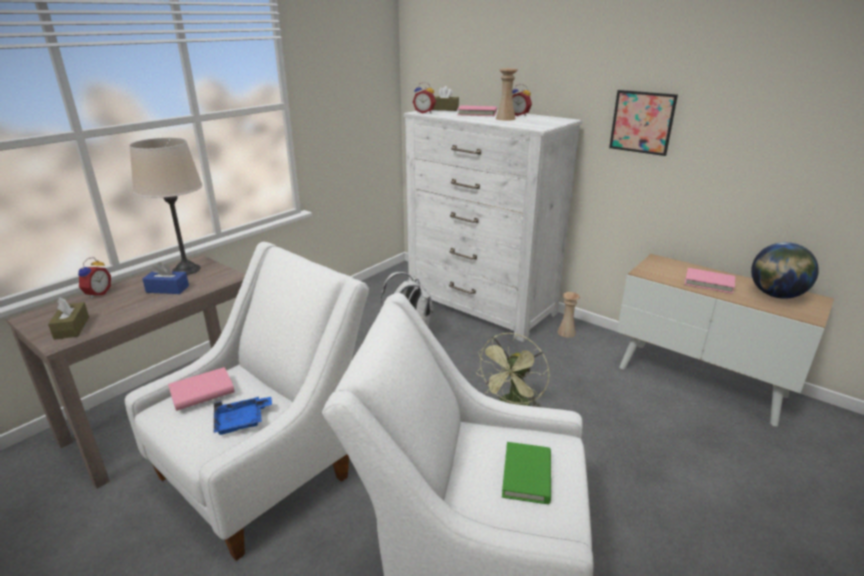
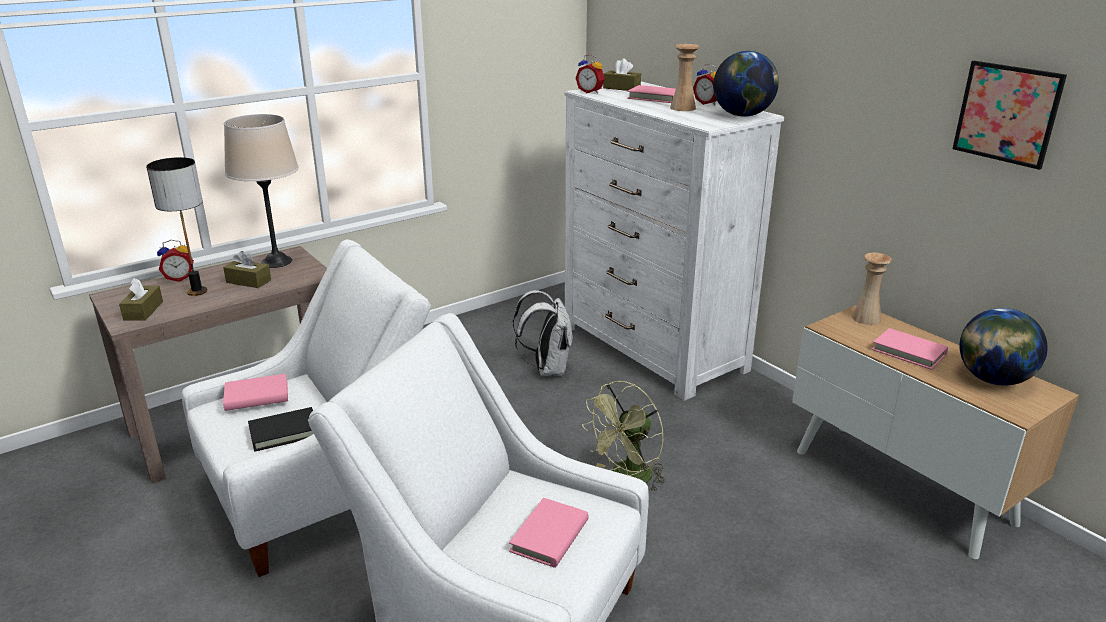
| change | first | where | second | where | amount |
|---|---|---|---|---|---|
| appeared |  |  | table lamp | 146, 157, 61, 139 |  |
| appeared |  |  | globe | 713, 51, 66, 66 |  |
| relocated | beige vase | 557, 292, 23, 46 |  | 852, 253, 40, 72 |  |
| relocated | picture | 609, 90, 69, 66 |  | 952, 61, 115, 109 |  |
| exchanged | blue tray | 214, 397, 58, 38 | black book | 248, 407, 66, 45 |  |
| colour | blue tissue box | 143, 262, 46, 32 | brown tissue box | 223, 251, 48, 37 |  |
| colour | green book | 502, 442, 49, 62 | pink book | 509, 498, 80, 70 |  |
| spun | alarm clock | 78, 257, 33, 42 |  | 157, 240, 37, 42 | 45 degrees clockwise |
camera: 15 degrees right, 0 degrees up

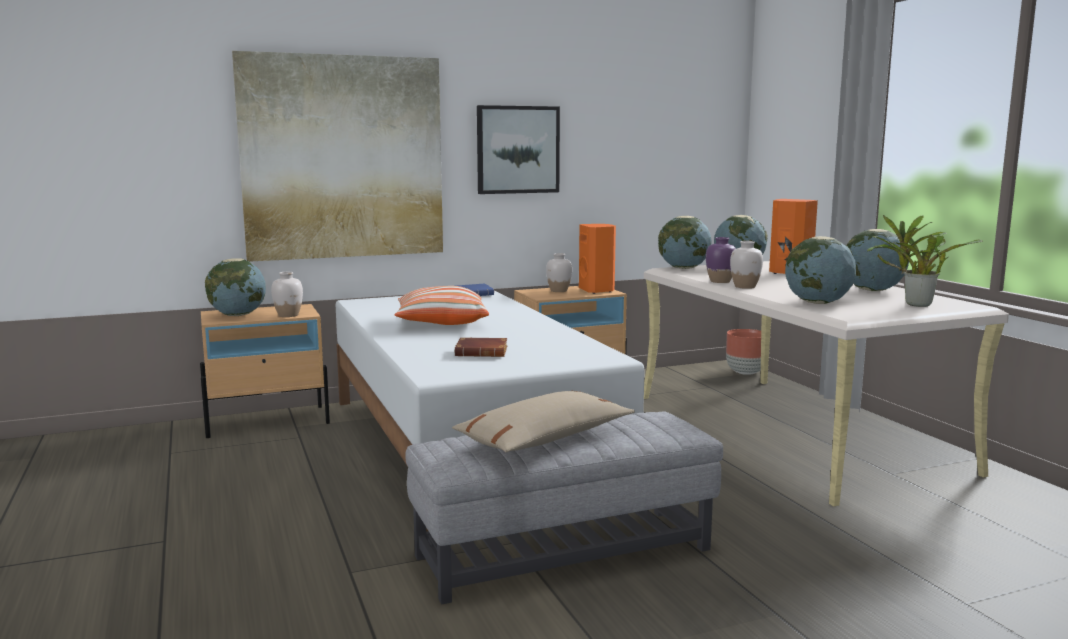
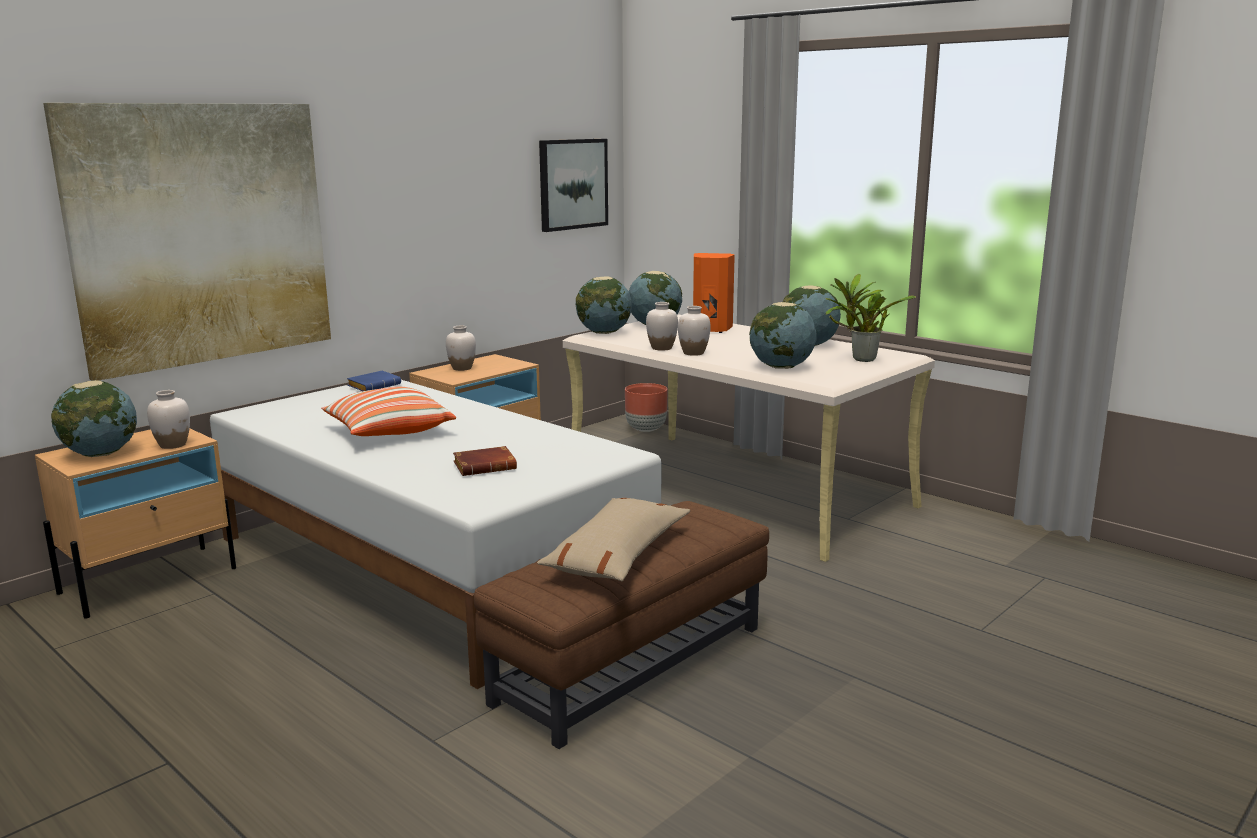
| change | first | where | second | where | amount |
|---|---|---|---|---|---|
| missing | orange speaker | 579, 224, 37, 70 |  |  |  |
| relocated | picture | 477, 105, 83, 89 |  | 539, 139, 69, 93 |  |
| colour | grey ottoman | 405, 412, 318, 193 | brown ottoman | 474, 501, 295, 248 |  |
| colour | purple vase | 706, 237, 30, 46 | white vase | 646, 302, 32, 49 |  |
camera: 25 degrees left, 5 degrees up

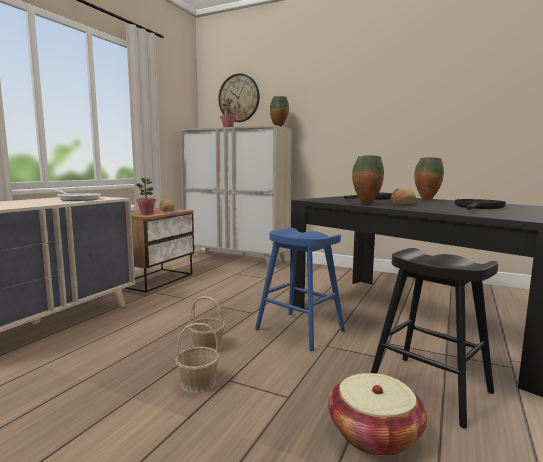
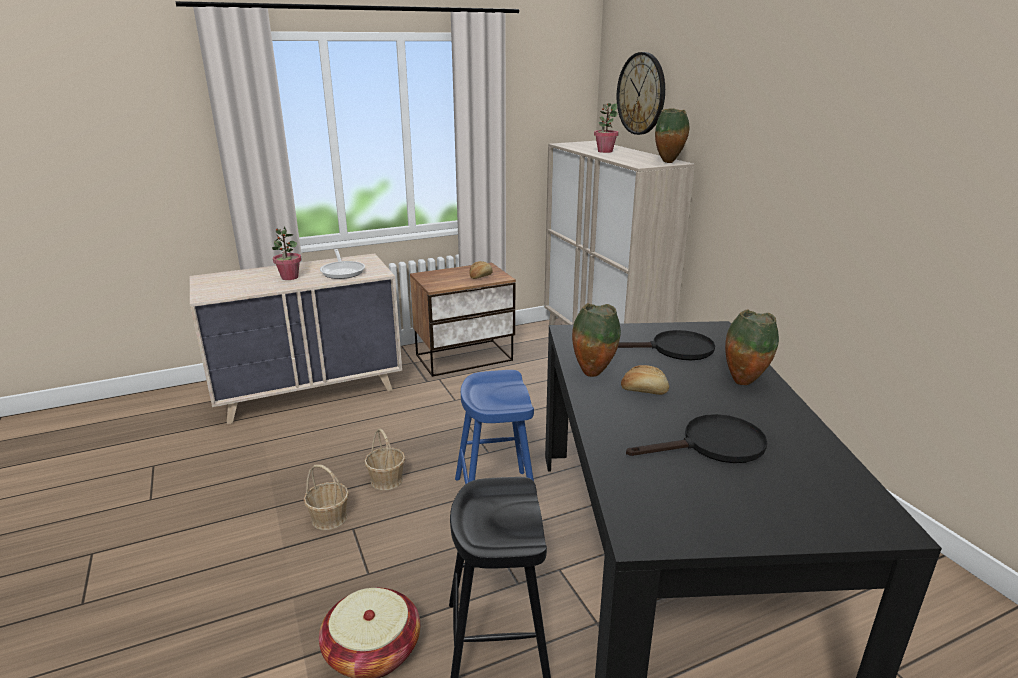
| change | first | where | second | where | amount |
|---|---|---|---|---|---|
| relocated | potted plant | 136, 178, 20, 37 |  | 272, 226, 30, 54 |  |
camera: 40 degrees right, 15 degrees up

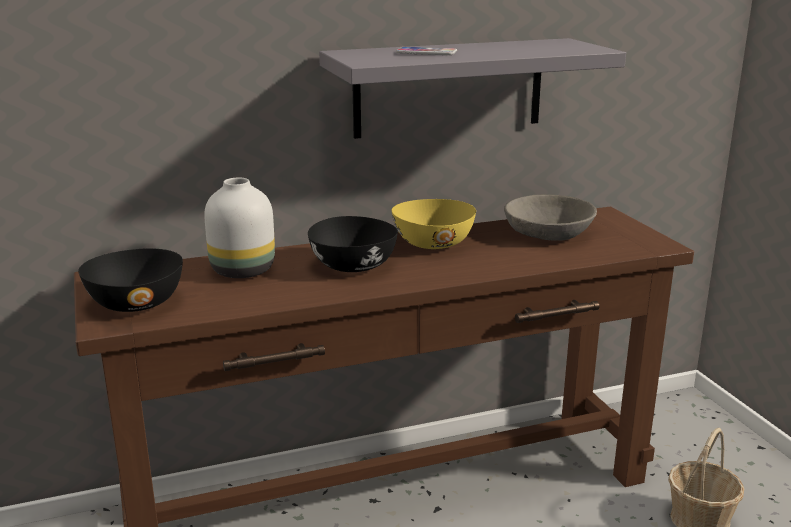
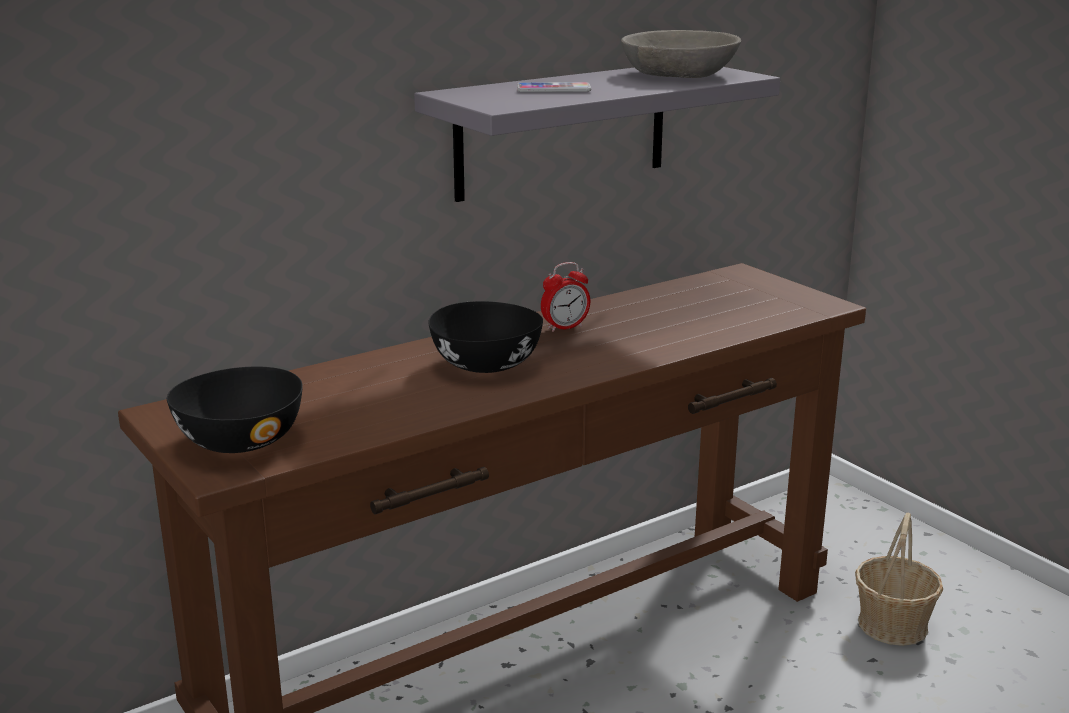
| change | first | where | second | where | amount |
|---|---|---|---|---|---|
| missing | white vase | 204, 178, 71, 100 |  |  |  |
| relocated | grey bowl | 504, 194, 93, 47 |  | 621, 30, 120, 48 |  |
| exchanged | yellow bowl | 391, 199, 85, 50 | alarm clock | 541, 262, 49, 70 |  |
camera: 15 degrees left, 0 degrees up

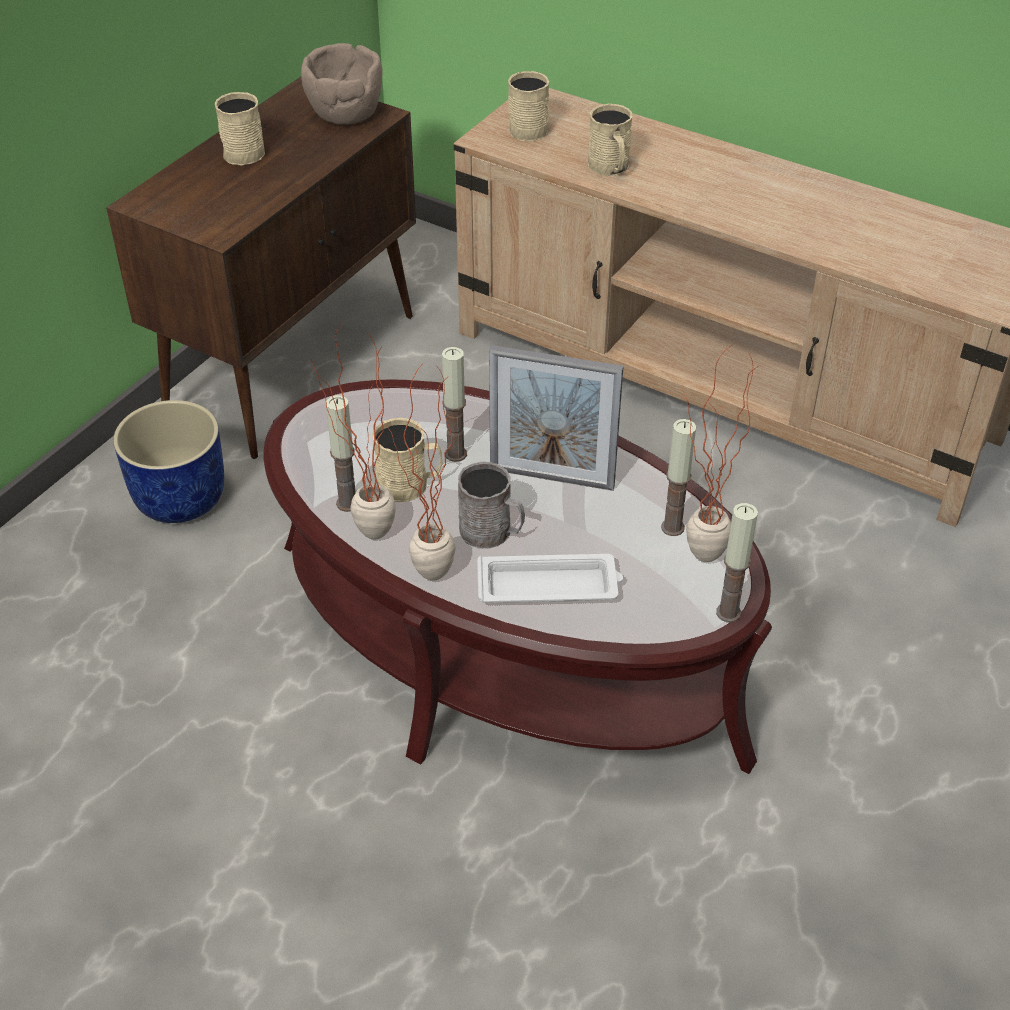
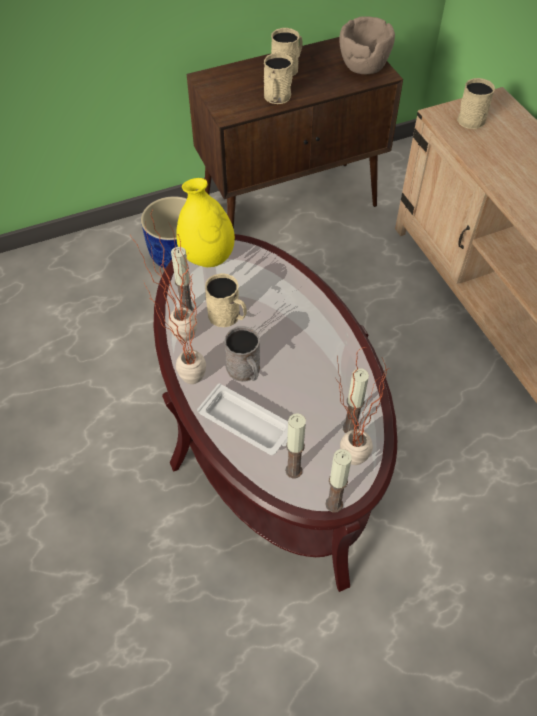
| change | first | where | second | where | amount |
|---|---|---|---|---|---|
| missing | picture frame | 489, 345, 135, 146 |  |  |  |
| appeared |  |  | yellow vase | 176, 178, 59, 89 |  |
| relocated | candle | 442, 347, 25, 115 |  | 285, 413, 21, 65 |  |
| relocated | beige mug | 588, 104, 45, 72 |  | 264, 53, 29, 51 |  |
camera: 35 degrees right, 10 degrees up

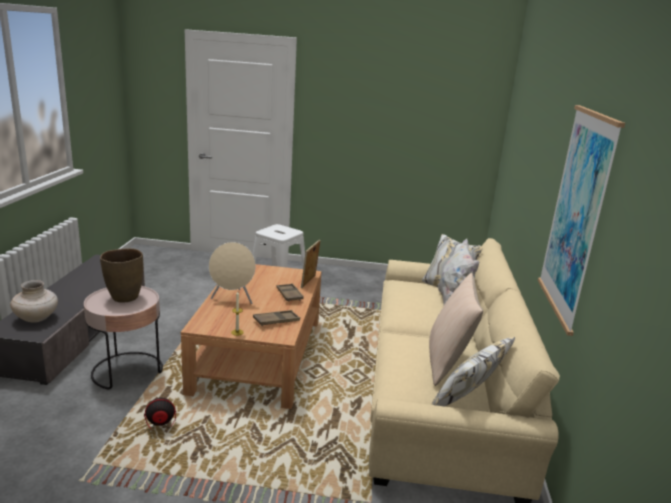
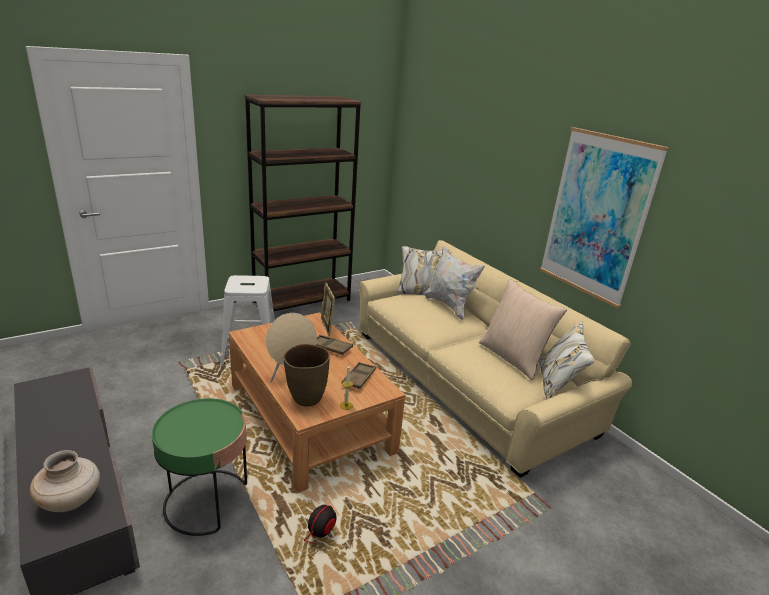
| change | first | where | second | where | amount |
|---|---|---|---|---|---|
| appeared |  |  | brown bookcase | 244, 95, 117, 216 |  |
| relocated | brown vase | 100, 248, 43, 55 |  | 283, 344, 47, 63 |  |
| colour | pink side table | 84, 286, 79, 103 | green side table | 152, 398, 95, 138 |  |
camera: 40 degrees left, 5 degrees up

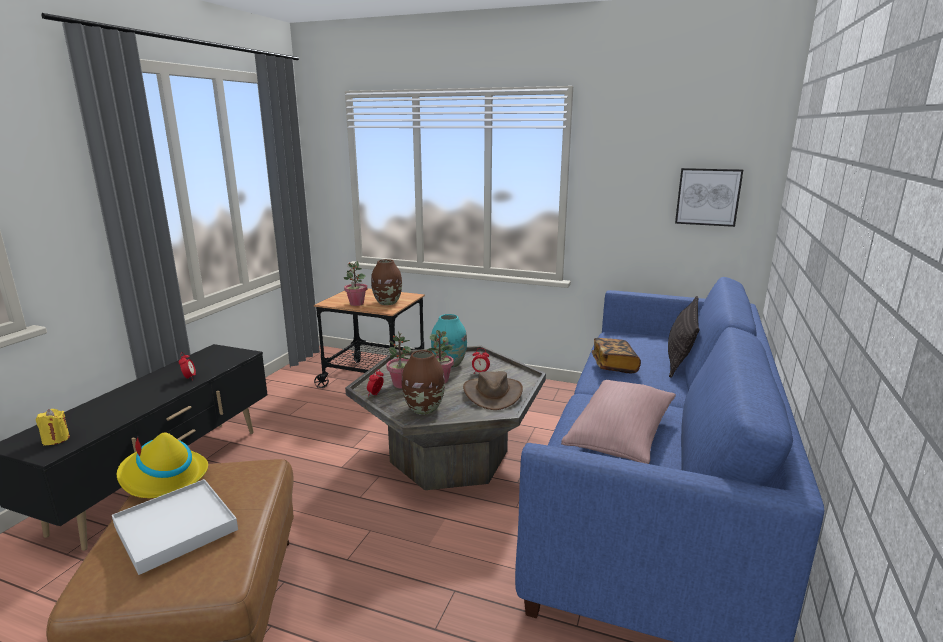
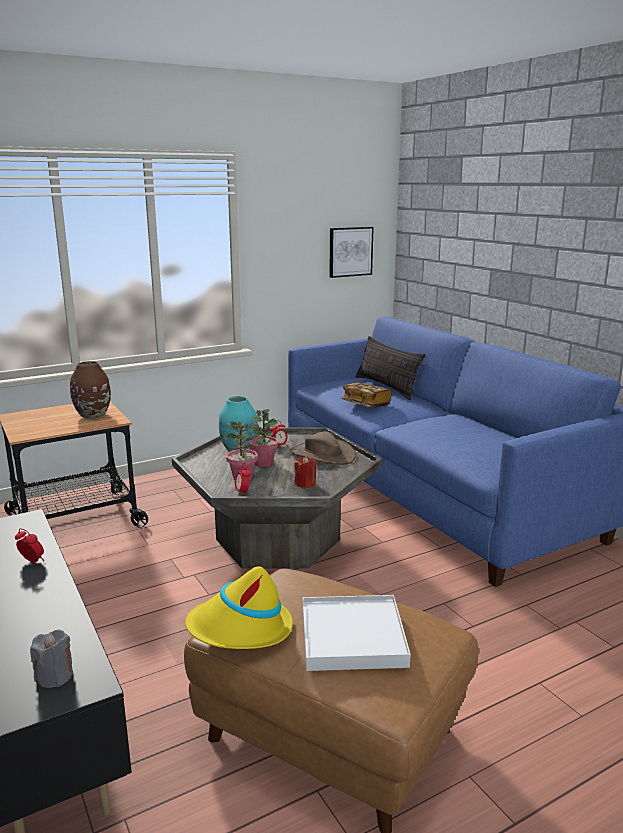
| change | first | where | second | where | amount |
|---|---|---|---|---|---|
| missing | potted plant | 344, 261, 23, 45 |  |  |  |
| missing | pink pillow | 561, 380, 115, 84 |  |  |  |
| exchanged | brown vase | 402, 350, 43, 65 | red candle | 294, 456, 23, 32 |  |
| colour | yellow candle | 35, 409, 35, 36 | grey candle | 30, 629, 43, 59 |  |
camera: 50 degrees left, 0 degrees up

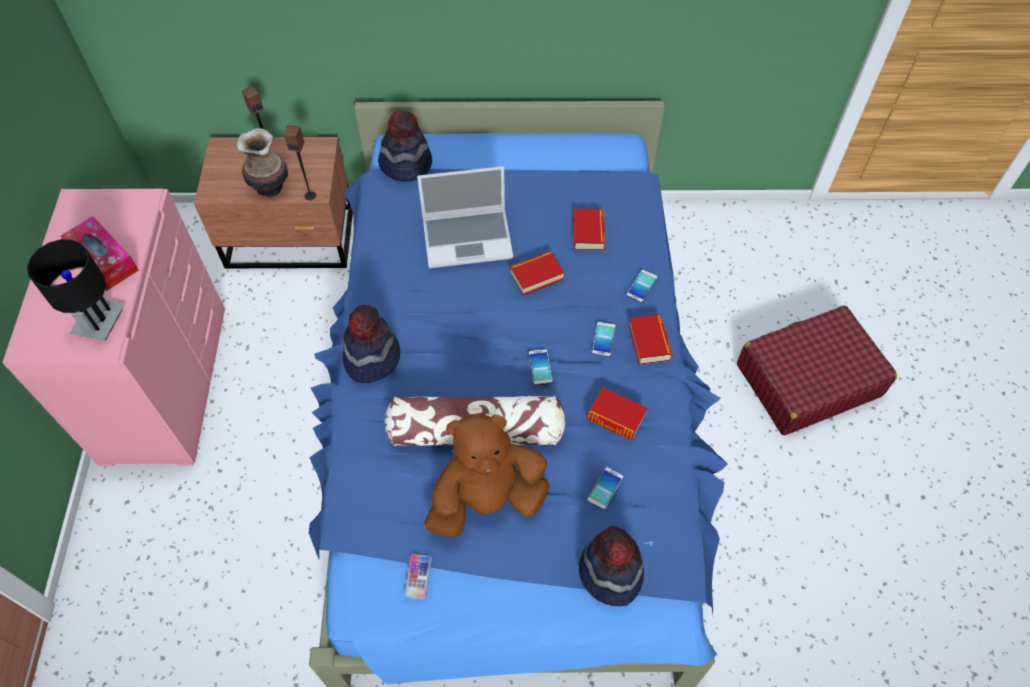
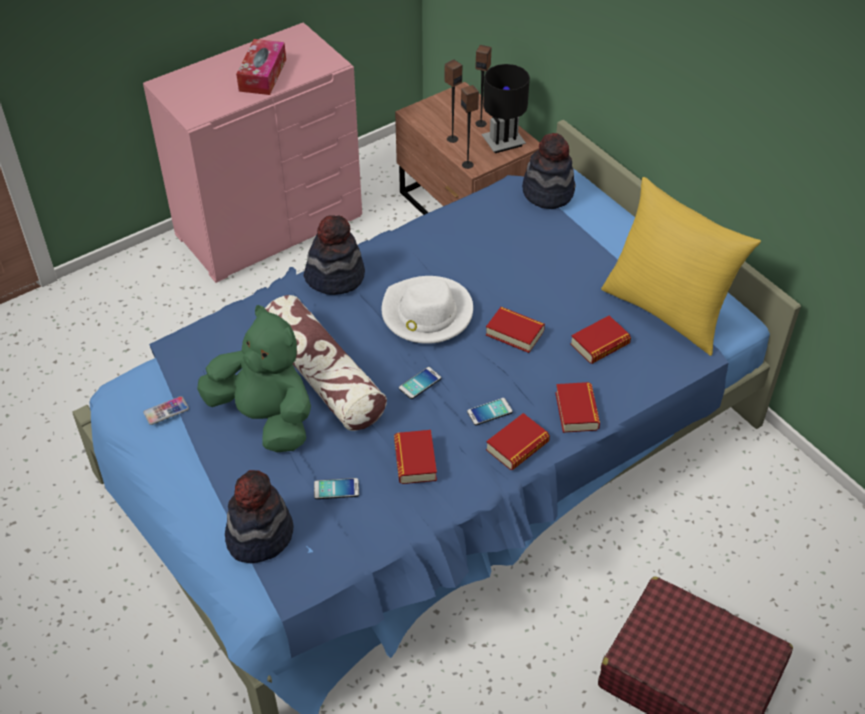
| change | first | where | second | where | amount |
|---|---|---|---|---|---|
| missing | laptop | 417, 166, 96, 103 |  |  |  |
| appeared |  |  | white hat | 382, 276, 91, 68 |  |
| appeared |  |  | yellow pillow | 601, 177, 160, 179 |  |
| relocated | black table lamp | 27, 239, 98, 102 |  | 482, 64, 48, 89 |  |
| exchanged | vase | 237, 128, 51, 69 | speaker | 444, 59, 18, 84 |  |
| exchanged | phone | 626, 270, 32, 33 | book | 555, 382, 45, 51 |  |
| colour | brown plush toy | 424, 413, 126, 124 | green plush toy | 197, 305, 114, 147 |  |
camera: 55 degrees right, 10 degrees down

